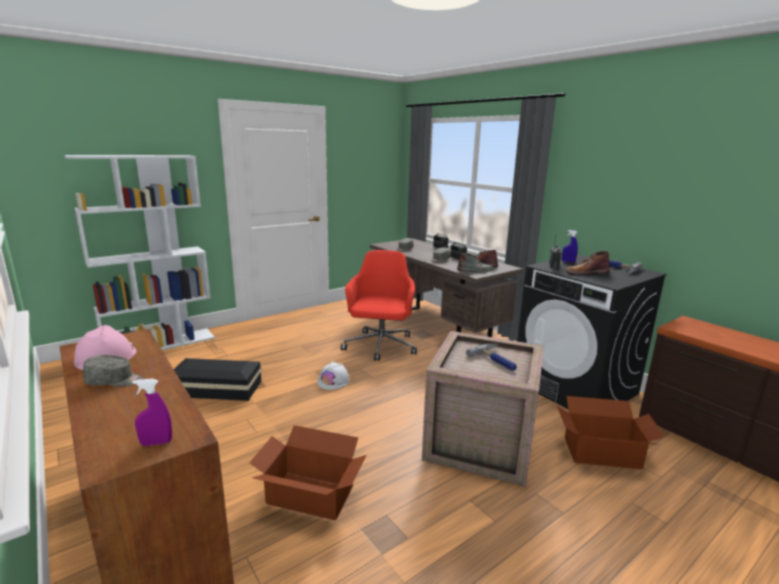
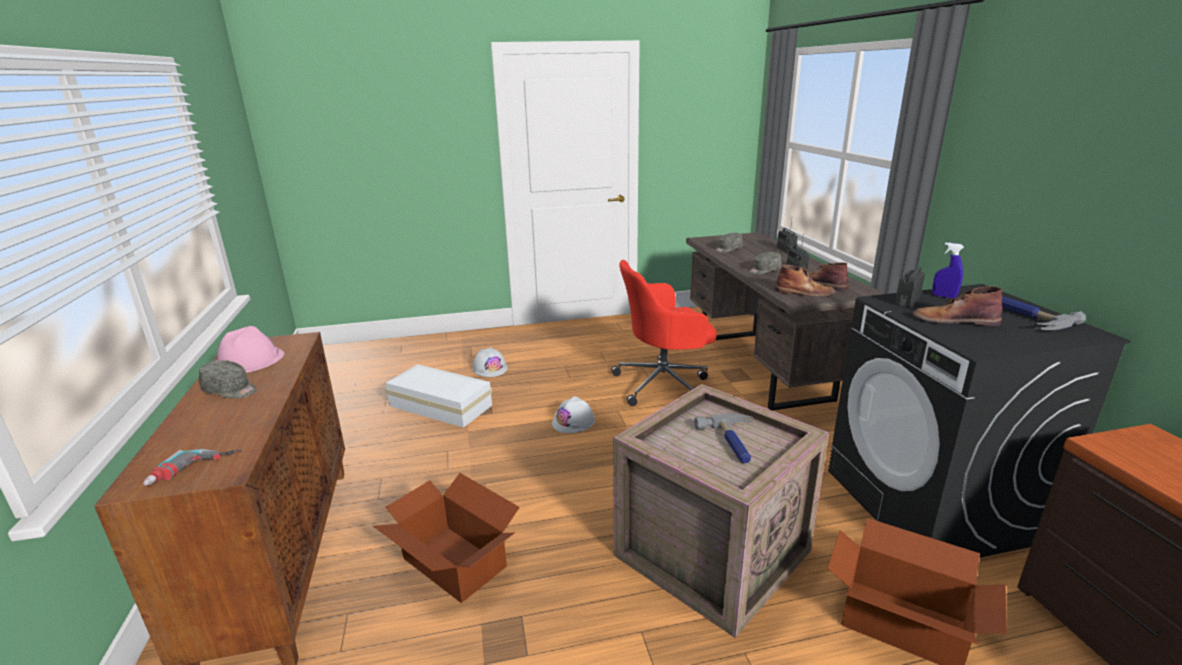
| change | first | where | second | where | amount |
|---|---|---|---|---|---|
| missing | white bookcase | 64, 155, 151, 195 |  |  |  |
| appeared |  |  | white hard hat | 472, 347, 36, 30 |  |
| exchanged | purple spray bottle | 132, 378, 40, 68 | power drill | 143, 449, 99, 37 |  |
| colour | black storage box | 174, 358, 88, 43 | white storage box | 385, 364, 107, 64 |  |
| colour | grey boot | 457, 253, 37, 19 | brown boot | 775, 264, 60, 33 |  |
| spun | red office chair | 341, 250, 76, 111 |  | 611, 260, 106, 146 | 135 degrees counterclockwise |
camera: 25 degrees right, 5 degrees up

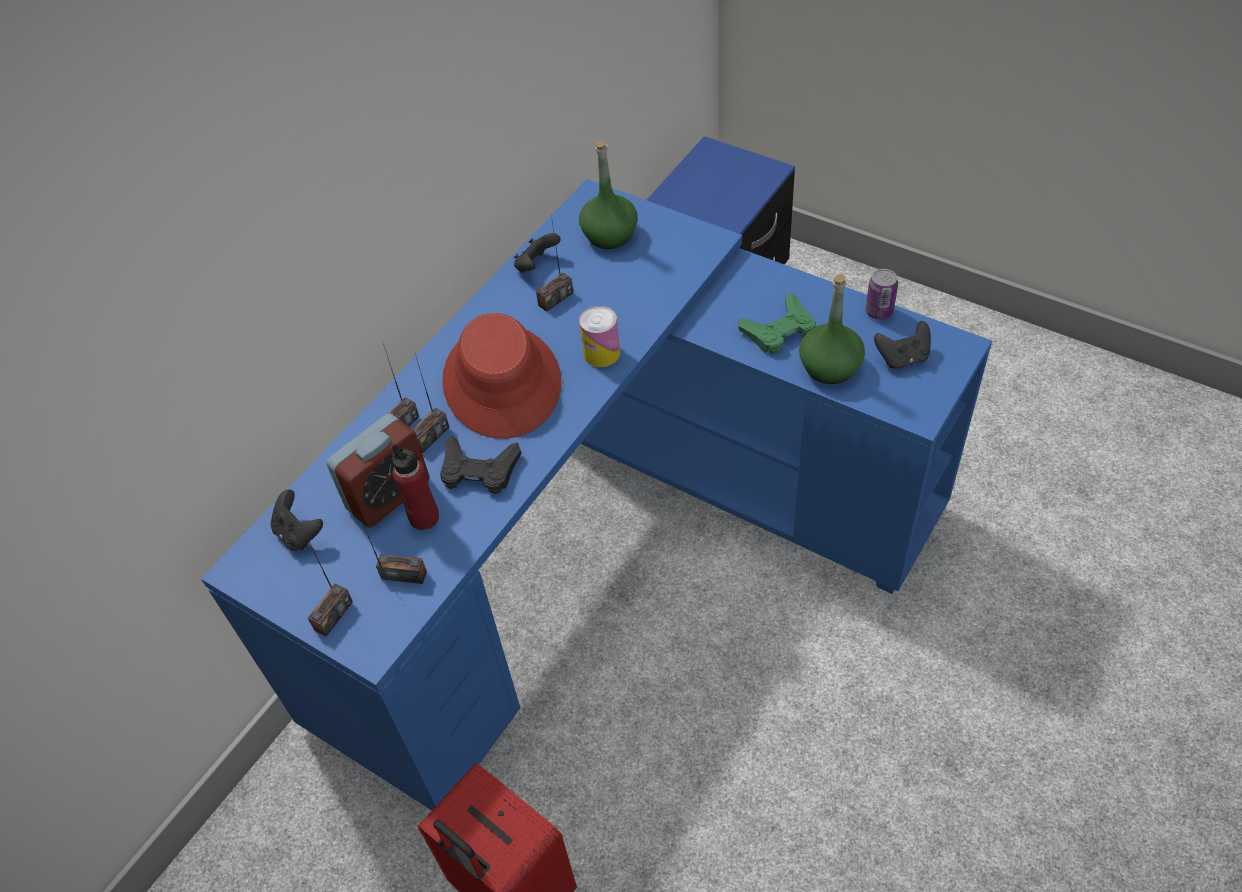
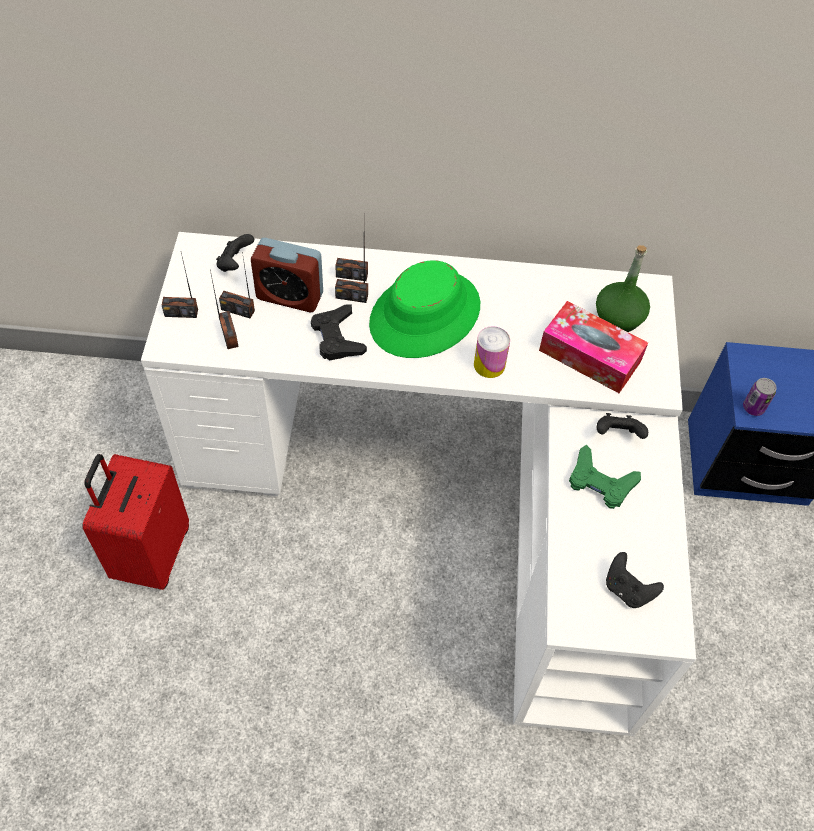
| change | first | where | second | where | amount |
|---|---|---|---|---|---|
| missing | red bottle | 392, 444, 47, 86 |  |  |  |
| missing | green bottle | 799, 274, 66, 110 |  |  |  |
| appeared |  |  | tissue box | 539, 301, 109, 92 |  |
| relocated | black game controller | 514, 233, 47, 40 |  | 597, 413, 51, 26 |  |
| relocated | radio | 536, 215, 37, 97 |  | 219, 252, 36, 66 |  |
| relocated | can | 865, 269, 33, 51 |  | 743, 378, 34, 38 |  |
| colour | blue desk | 201, 179, 791, 631 | white desk | 141, 232, 555, 504 |  |
| colour | red hat | 442, 313, 119, 126 | green hat | 369, 260, 111, 98 |  |
camera: 55 degrees right, 5 degrees up

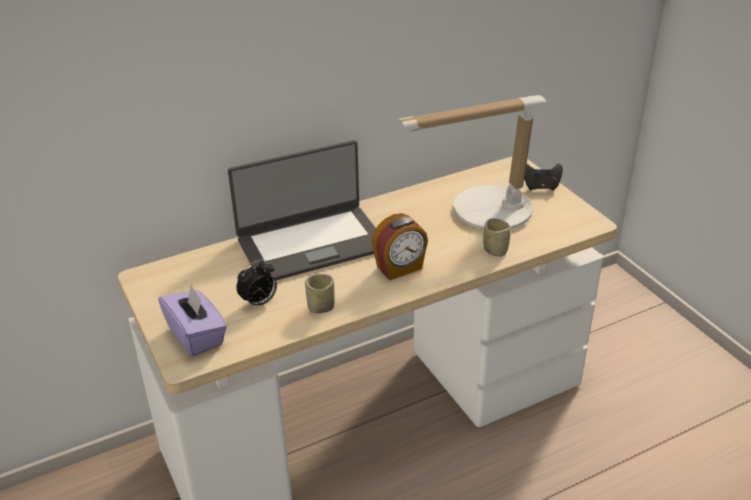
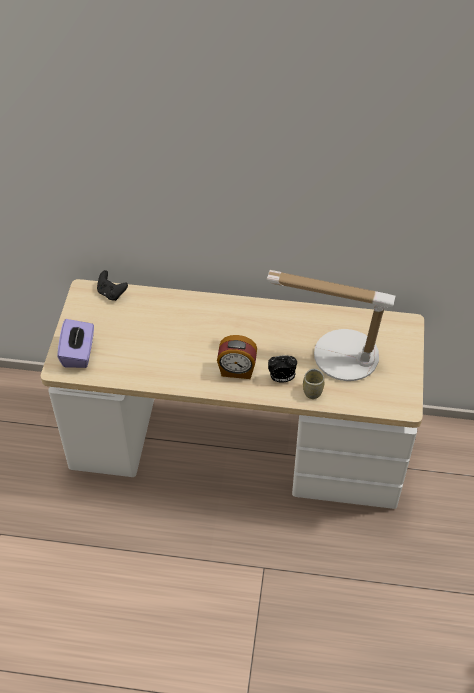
| change | first | where | second | where | amount |
|---|---|---|---|---|---|
| missing | laptop | 228, 140, 148, 140 |  |  |  |
| missing | cup | 305, 274, 30, 39 |  |  |  |
| relocated | alarm clock | 236, 259, 41, 50 |  | 268, 356, 29, 27 |  |
| relocated | black game controller | 524, 163, 39, 28 |  | 97, 270, 31, 31 |  |
camera: 35 degrees right, 15 degrees up

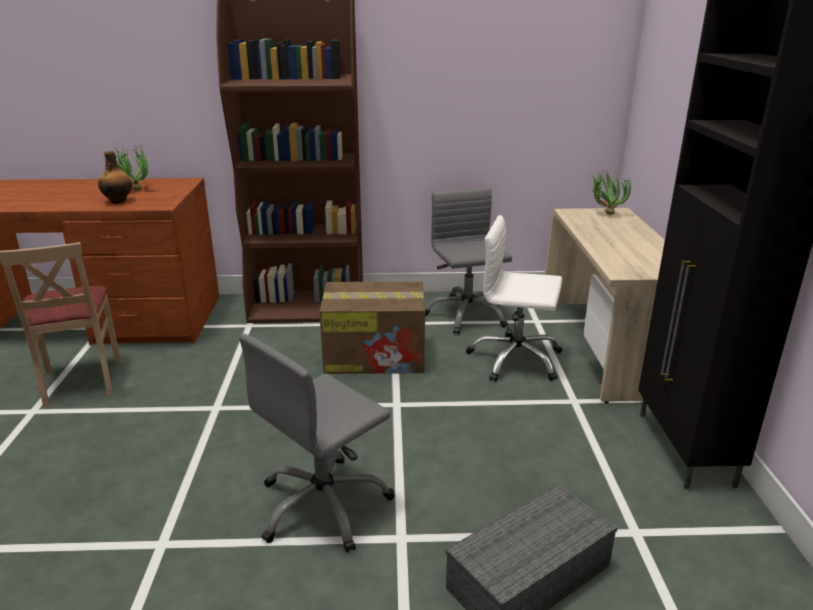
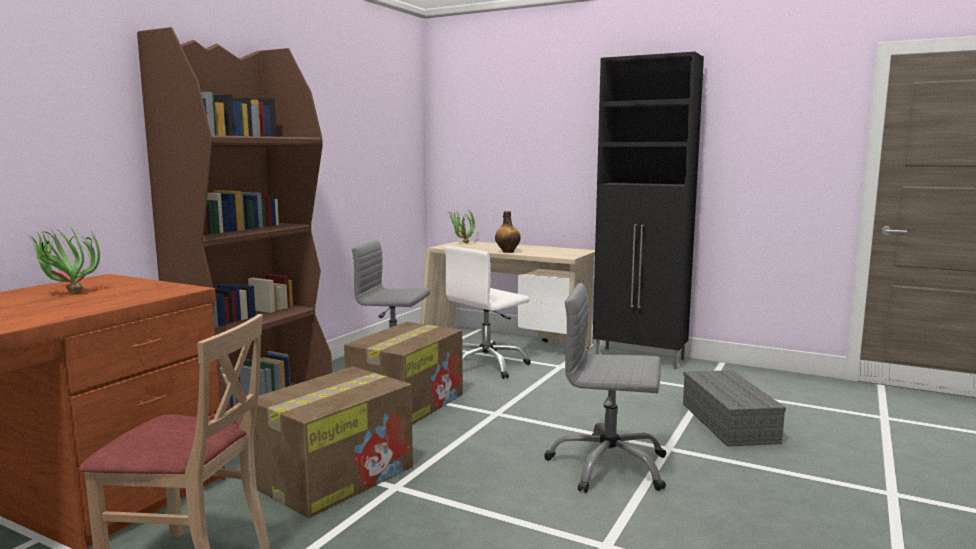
| change | first | where | second | where | amount |
|---|---|---|---|---|---|
| appeared |  |  | cardboard box | 253, 366, 160, 152 |  |
| relocated | bottle | 98, 151, 34, 53 |  | 495, 211, 26, 42 |  |
| spun | grey office chair | 239, 334, 156, 219 |  | 544, 283, 122, 210 | 120 degrees clockwise |
camera: 60 degrees left, 15 degrees down

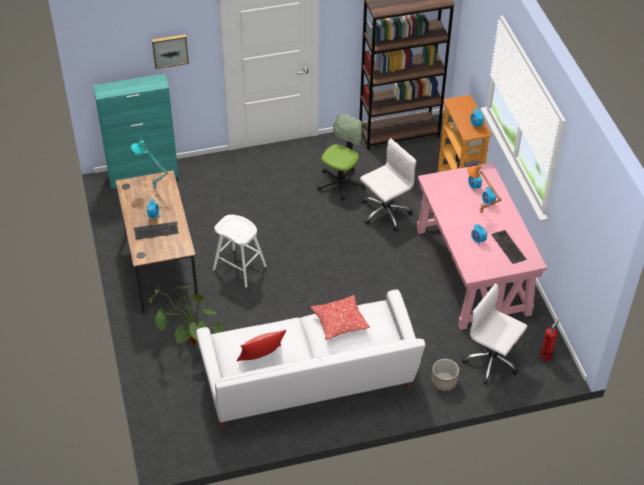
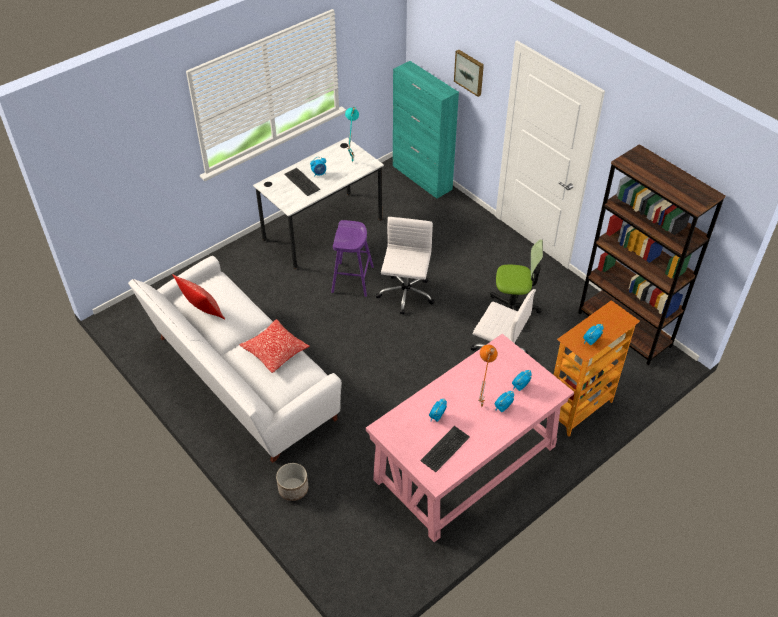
| change | first | where | second | where | amount |
|---|---|---|---|---|---|
| missing | potted plant | 149, 285, 73, 64 |  |  |  |
| missing | fire extinguisher | 540, 318, 19, 43 |  |  |  |
| relocated | white office chair | 462, 283, 65, 101 |  | 376, 217, 59, 97 |  |
| colour | brown desk | 116, 170, 82, 144 | white desk | 253, 138, 131, 131 |  |
| colour | white stool | 213, 215, 54, 73 | purple stool | 331, 220, 43, 77 |  |
camera: 65 degrees right, 0 degrees up

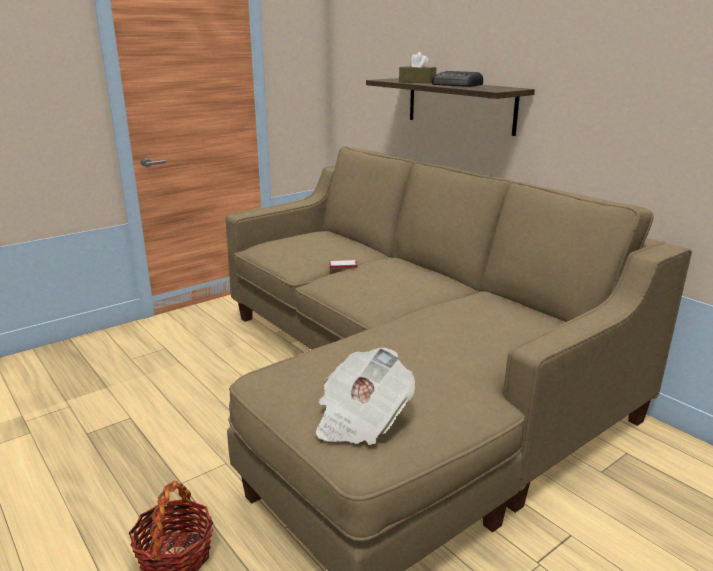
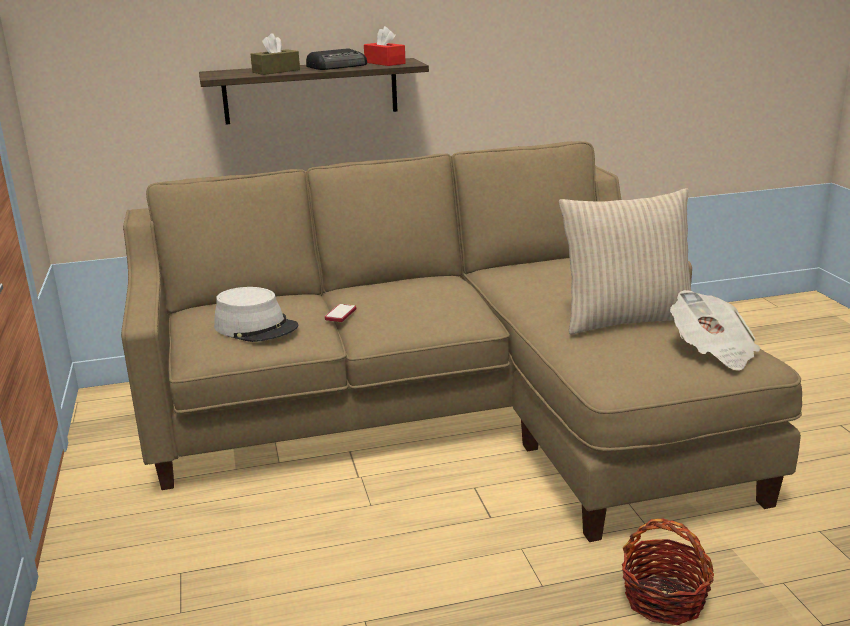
| change | first | where | second | where | amount |
|---|---|---|---|---|---|
| appeared |  |  | grey hat | 214, 287, 85, 55 |  |
| appeared |  |  | red tissue box | 364, 26, 42, 40 |  |
| appeared |  |  | beige pillow | 559, 188, 132, 146 |  |
camera: 65 degrees left, 0 degrees up

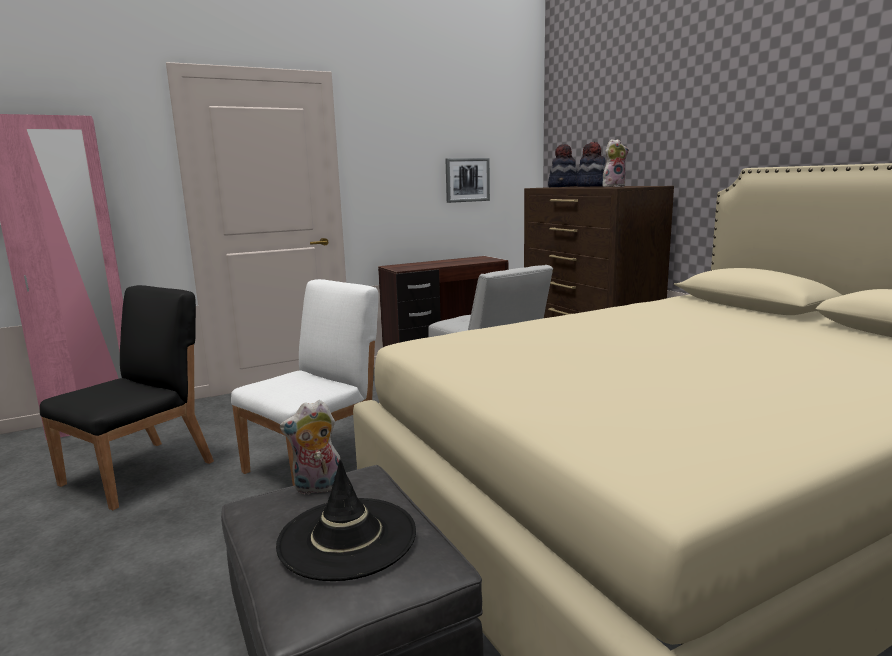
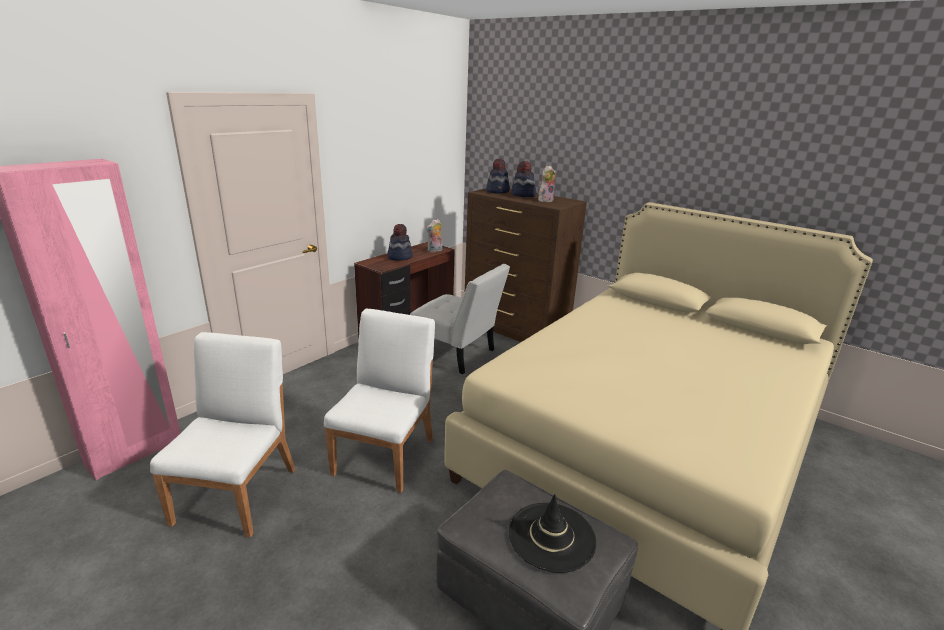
| change | first | where | second | where | amount |
|---|---|---|---|---|---|
| missing | picture | 445, 158, 45, 45 |  |  |  |
| appeared |  |  | hat | 387, 224, 26, 37 |  |
| relocated | plush toy | 280, 400, 60, 95 |  | 426, 219, 17, 33 |  |
| colour | black chair | 40, 285, 174, 226 | white chair | 150, 332, 145, 206 |  |
camera: 25 degrees left, 10 degrees up

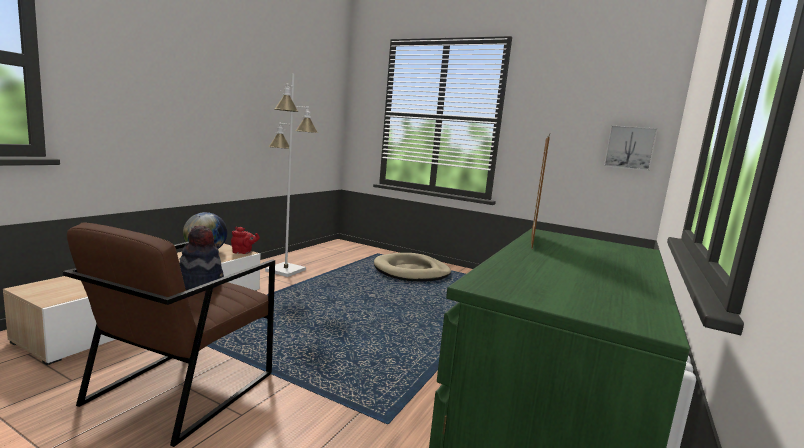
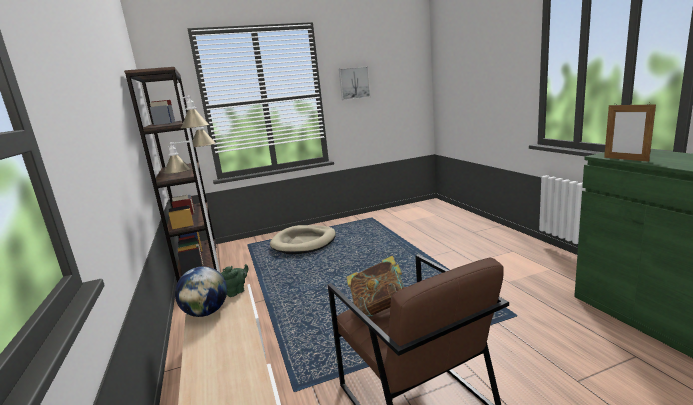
| change | first | where | second | where | amount |
|---|---|---|---|---|---|
| appeared |  |  | brown bookcase | 124, 67, 93, 215 |  |
| relocated | picture | 604, 125, 54, 46 |  | 339, 66, 32, 34 |  |
| exchanged | hat | 179, 225, 45, 65 | book | 346, 256, 60, 62 |  |
| colour | red teapot | 231, 227, 29, 27 | green teapot | 221, 264, 28, 33 |  |
camera: 45 degrees left, 5 degrees up

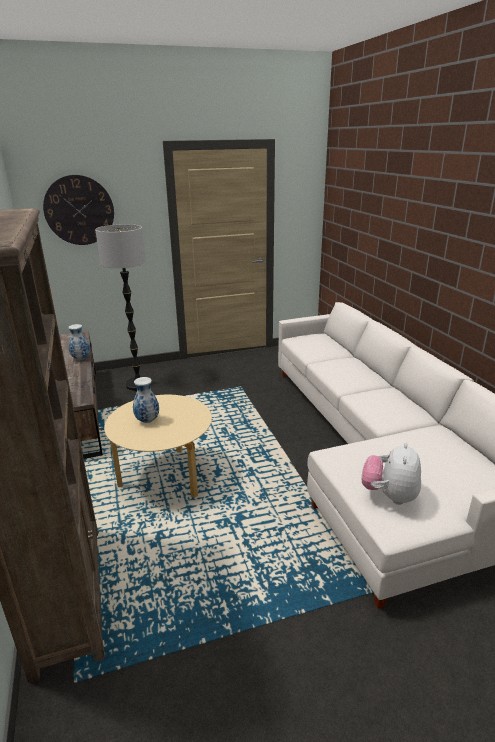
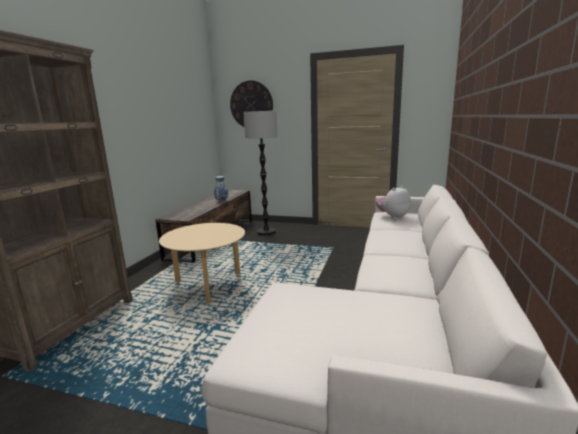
| change | first | where | second | where | amount |
|---|---|---|---|---|---|
| missing | vase | 133, 377, 26, 46 |  |  |  |
| relocated | plush toy | 362, 443, 59, 62 |  | 376, 186, 35, 33 |  |
camera: 35 degrees right, 10 degrees down

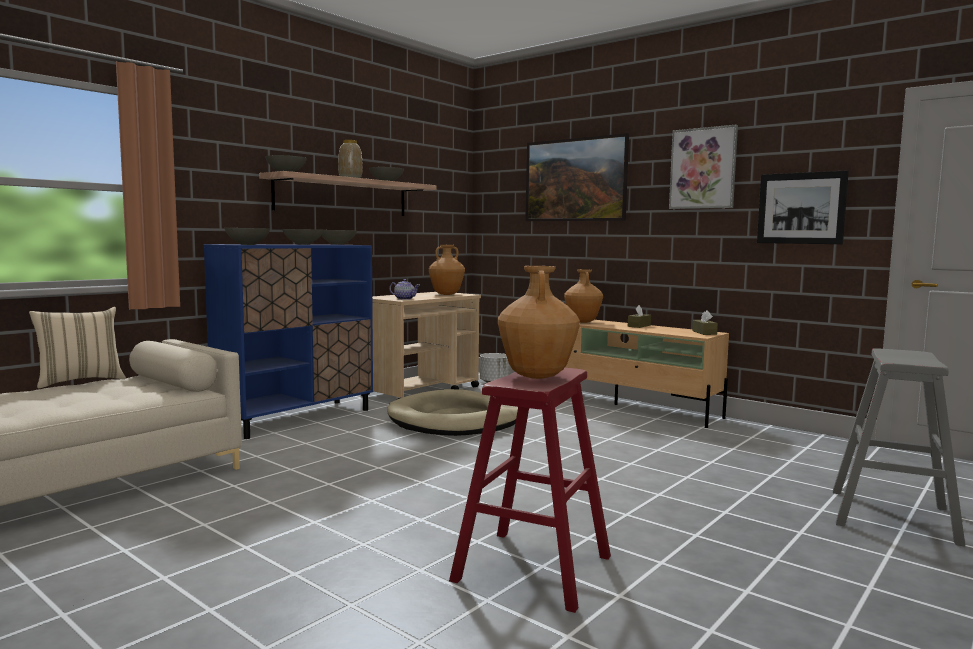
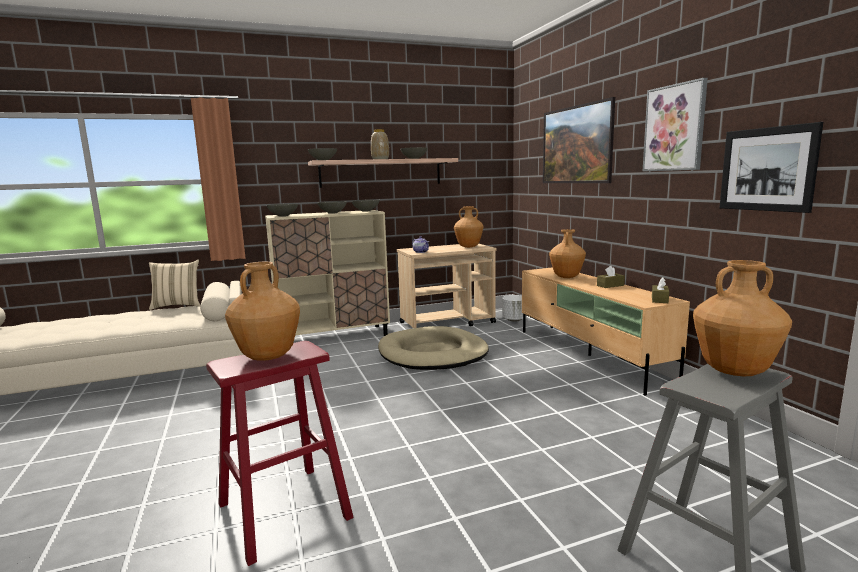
| change | first | where | second | where | amount |
|---|---|---|---|---|---|
| appeared |  |  | brown vase | 693, 260, 99, 116 |  |
| colour | blue cabinet | 204, 244, 169, 195 | beige cabinet | 265, 210, 125, 126 |  |
camera: 30 degrees right, 5 degrees up

